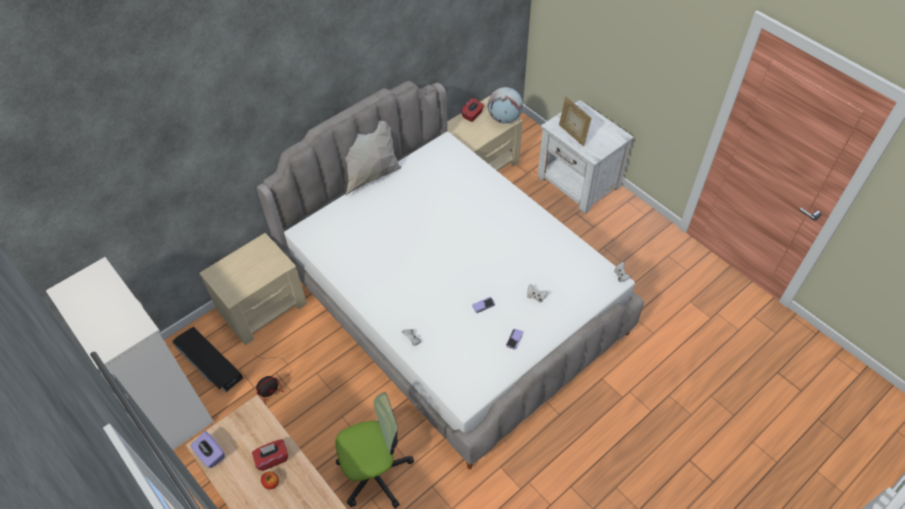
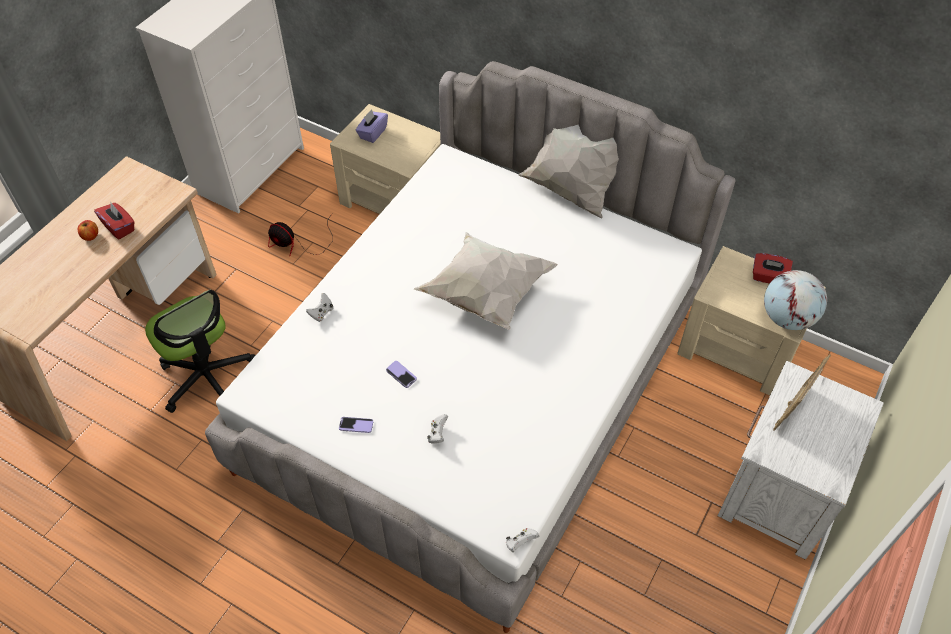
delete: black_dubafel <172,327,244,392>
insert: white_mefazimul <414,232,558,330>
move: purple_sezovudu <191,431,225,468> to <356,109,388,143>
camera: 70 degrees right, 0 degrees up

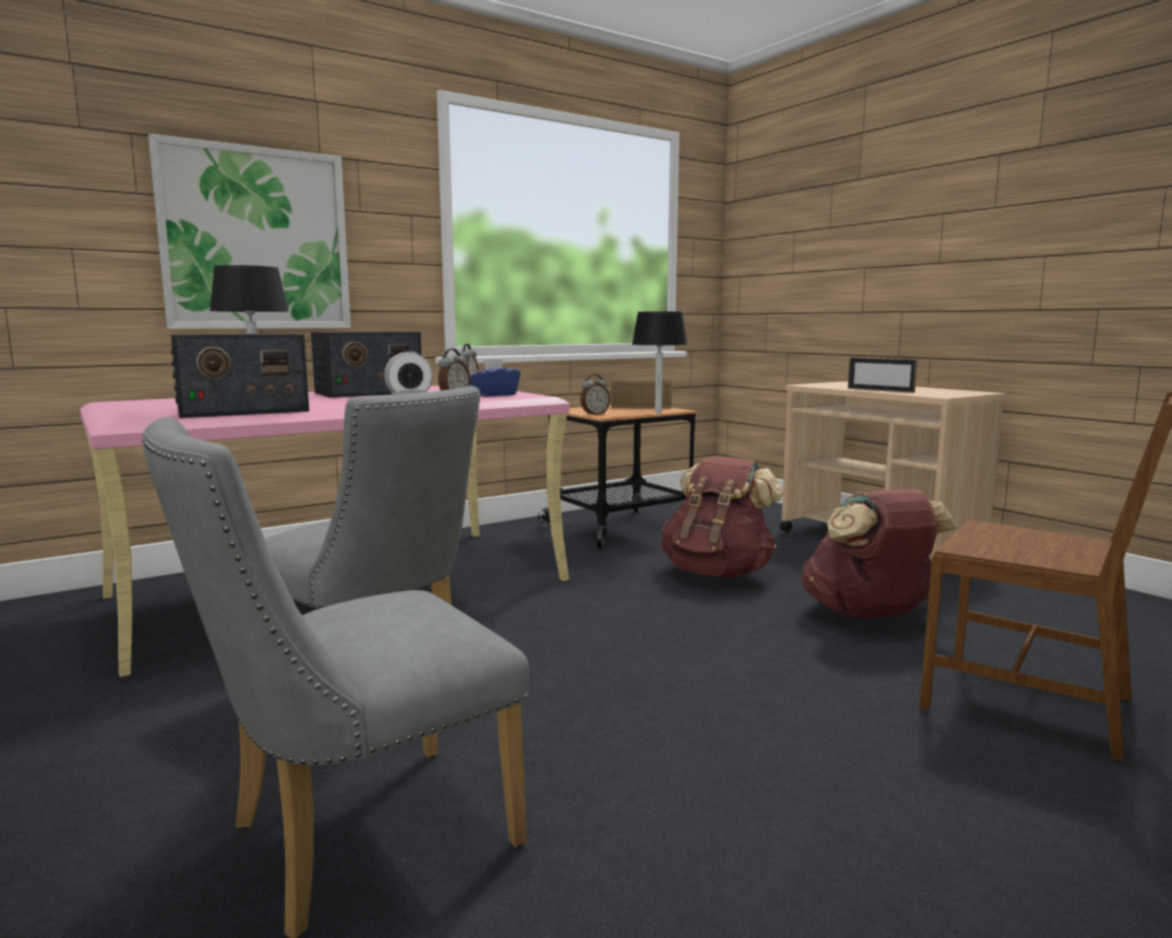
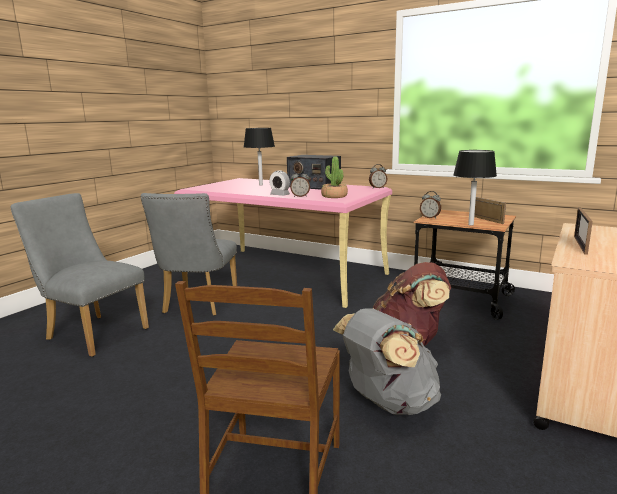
delete: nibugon <148,134,351,329>; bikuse <171,334,309,418>
replace: blue_sezovudu <470,359,521,396> to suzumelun <321,156,348,198>
recolor: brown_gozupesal <801,489,958,619> to grey_gozupesal <333,308,441,415>
camera: 65 degrees right, 5 degrees up

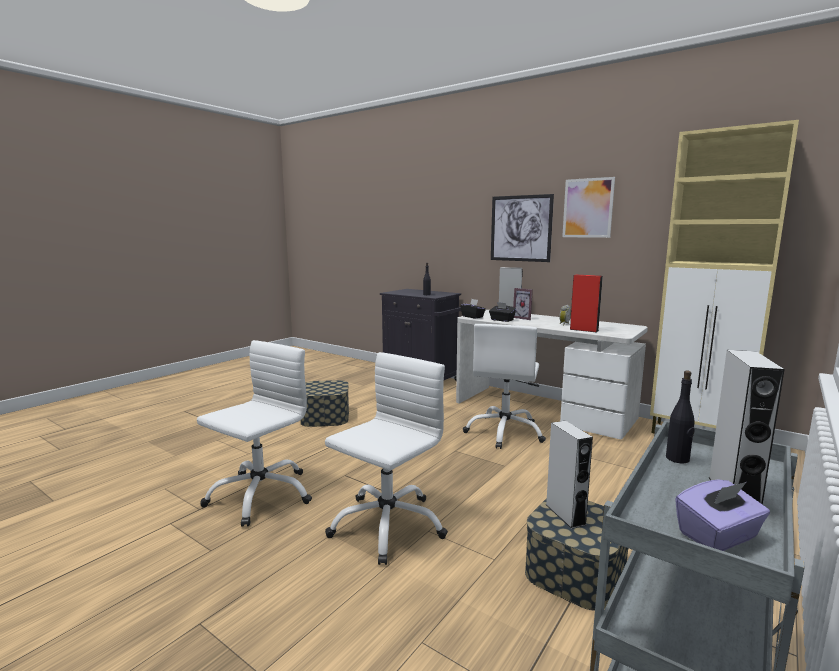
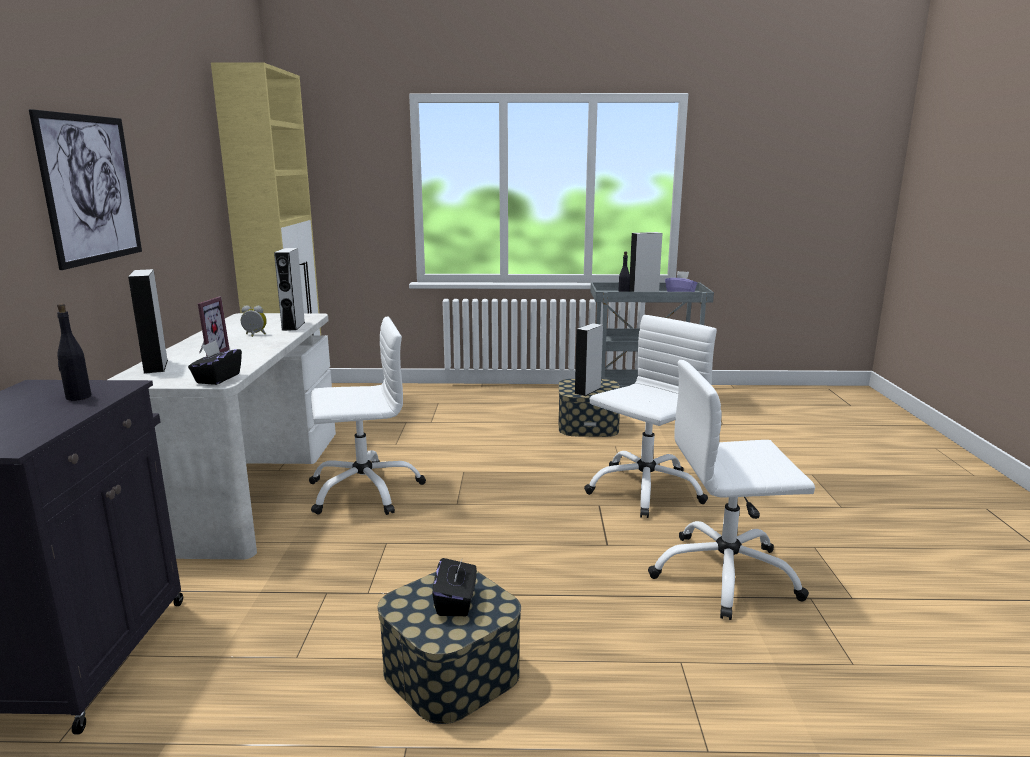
delete: nibugon <562,177,615,238>
move: black_sezovudu <489,302,516,322> to <432,557,477,616>
recolor: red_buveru <570,275,603,333> to grey_buveru <274,248,305,331>
rotate: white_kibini <325,352,448,565> = <584,315,717,518> 135 degrees clockwise
camera: 125 degrees left, 5 degrees up

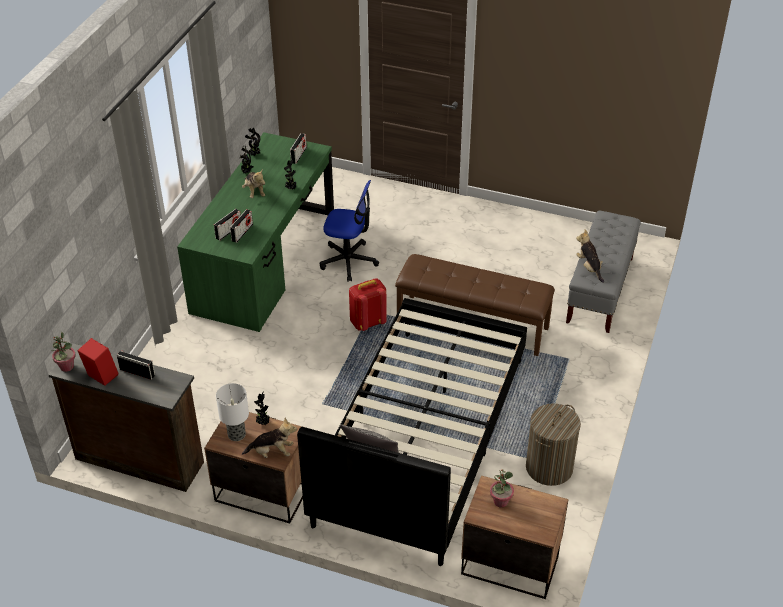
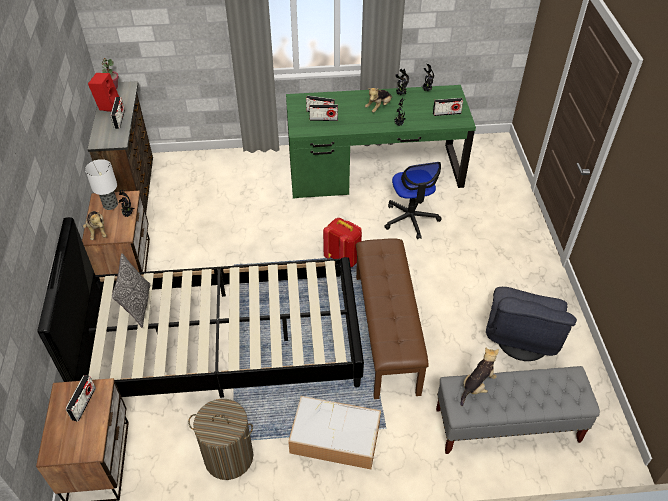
insert: dubafel <288,396,381,469>; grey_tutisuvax <486,287,577,361>
replace: suzumelun <490,470,514,508> to bikuse <65,375,96,421>
camera: 65 degrees right, 5 degrees up

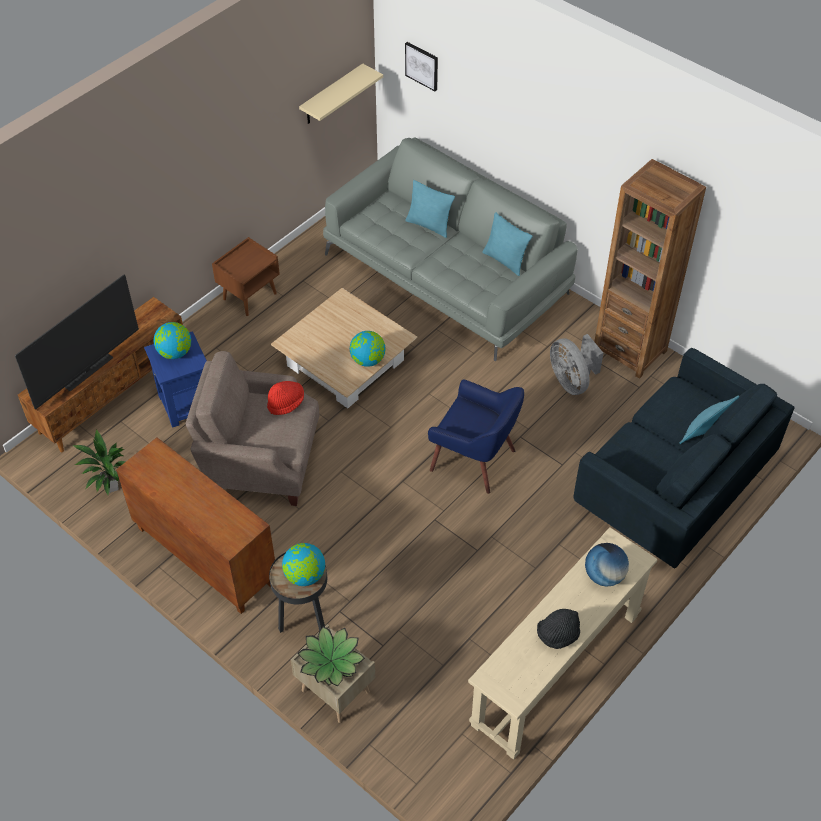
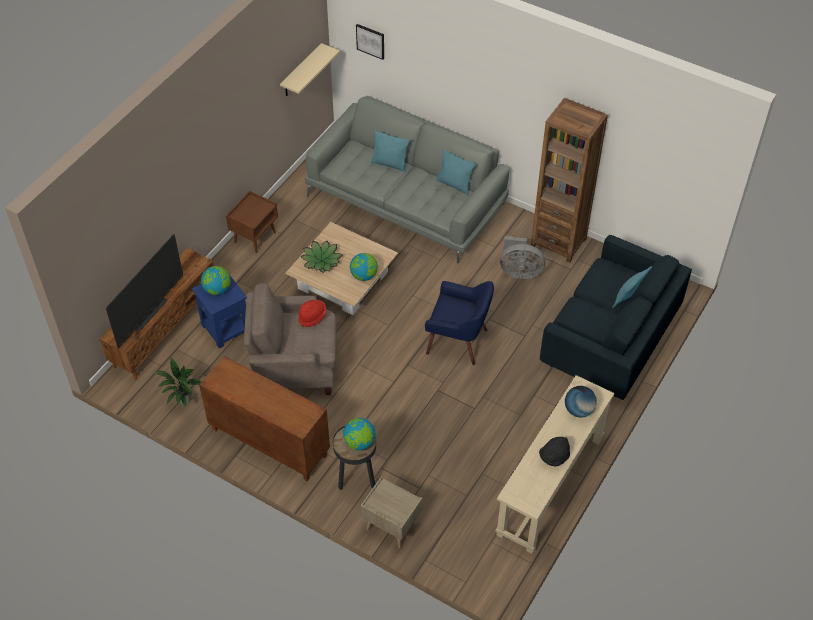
move: suzumelun <298,626,365,687> to <301,241,343,273>
rotate: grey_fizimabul <550,334,603,395> = <500,236,545,279> 45 degrees counterclockwise
camera: 10 degrees left, 0 degrees up

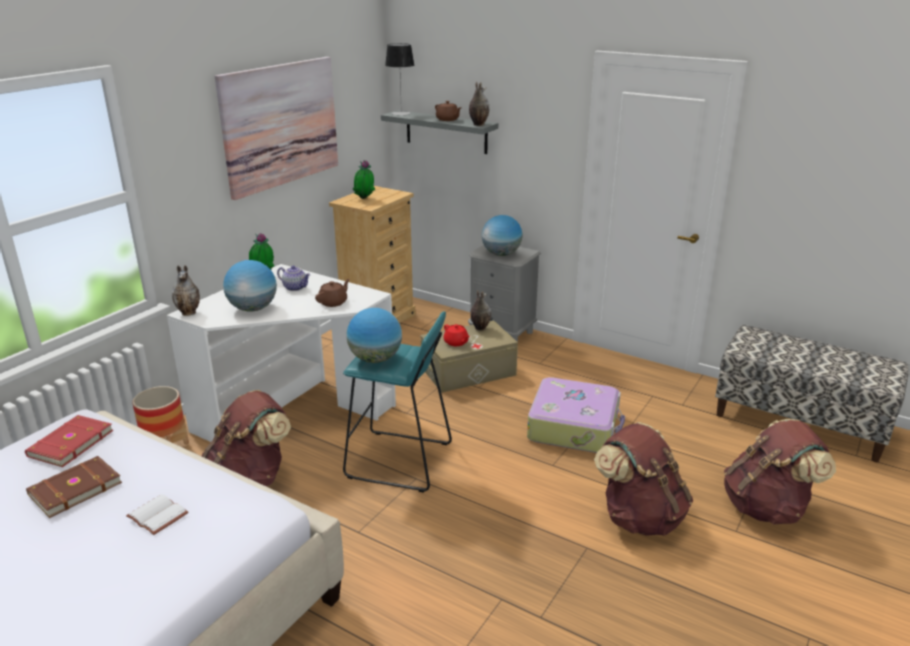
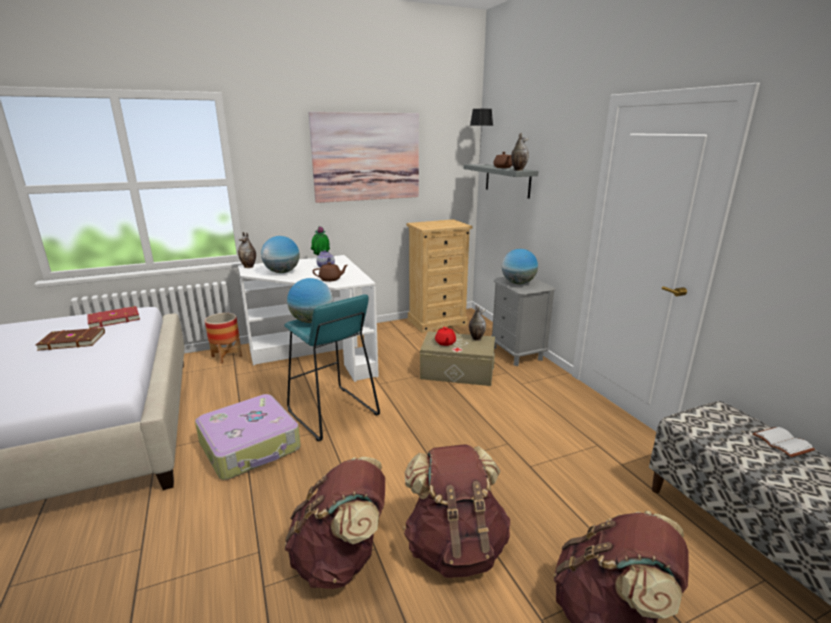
delete: suzumelun <352,160,375,199>
move: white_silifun <126,494,188,535> to <752,427,816,457>; brown_gozupesal <202,390,291,486> to <284,457,385,589>; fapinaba <527,377,625,453> to <195,394,301,480>
camera: 35 degrees right, 5 degrees down

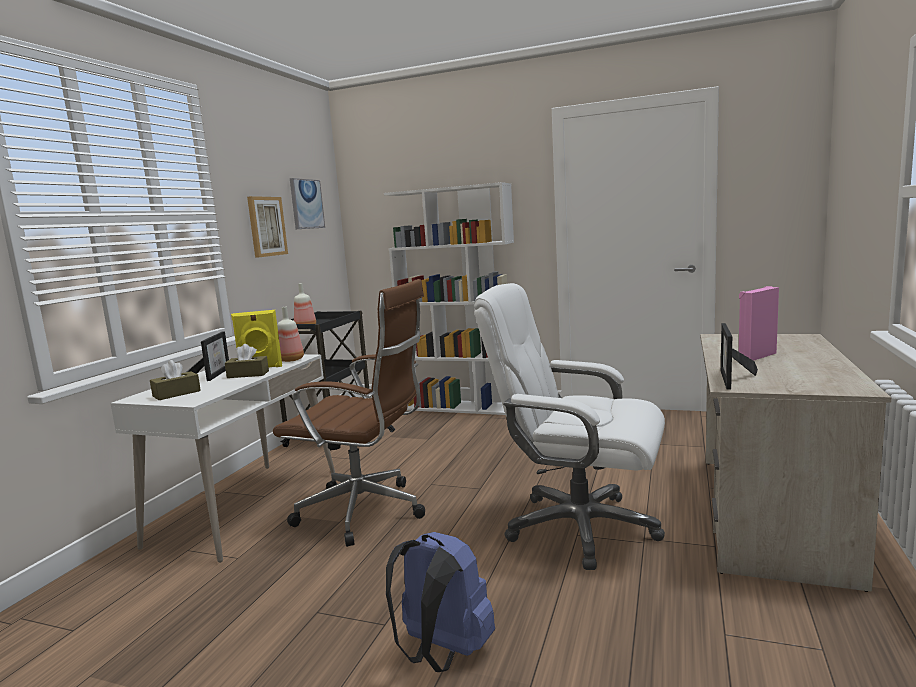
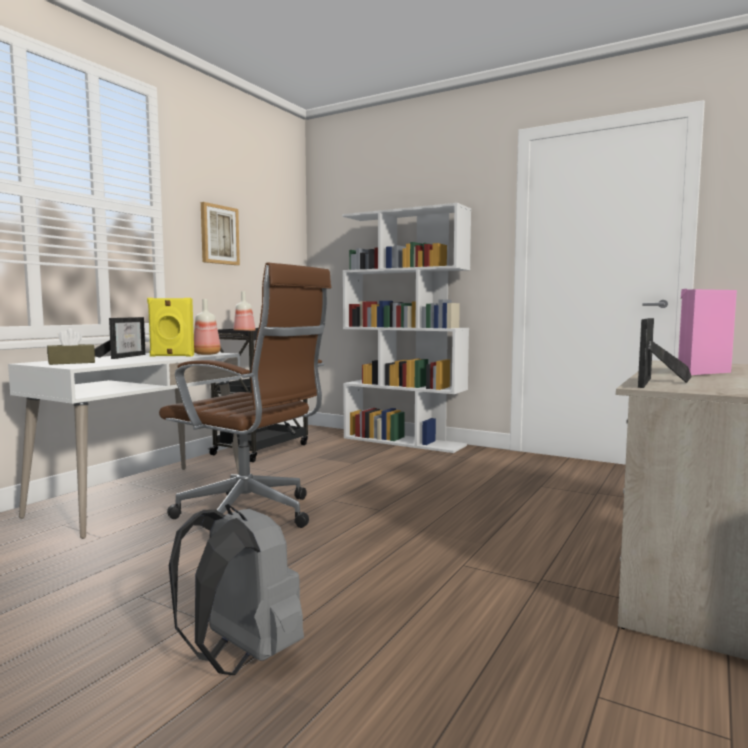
delete: brown_sezovudu <225,344,269,378>; nibugon <290,178,325,229>; white_kibini <473,283,665,570>
recolor: blue_gozupesal <386,532,495,672> to grey_gozupesal <169,504,304,675>
camera: 10 degrees right, 5 degrees down

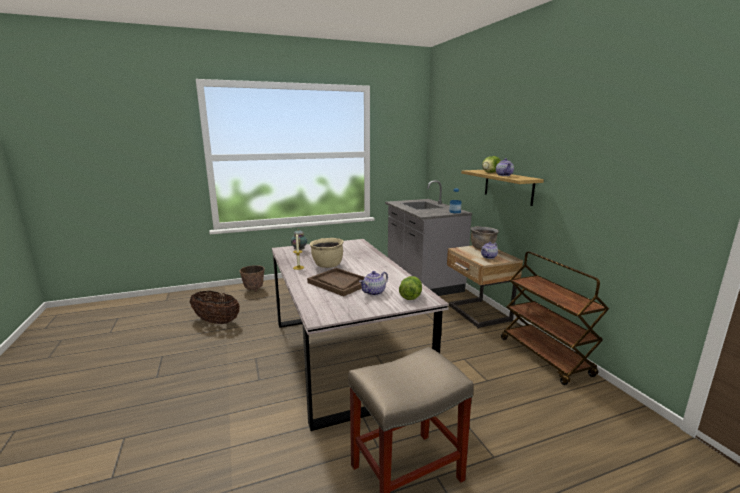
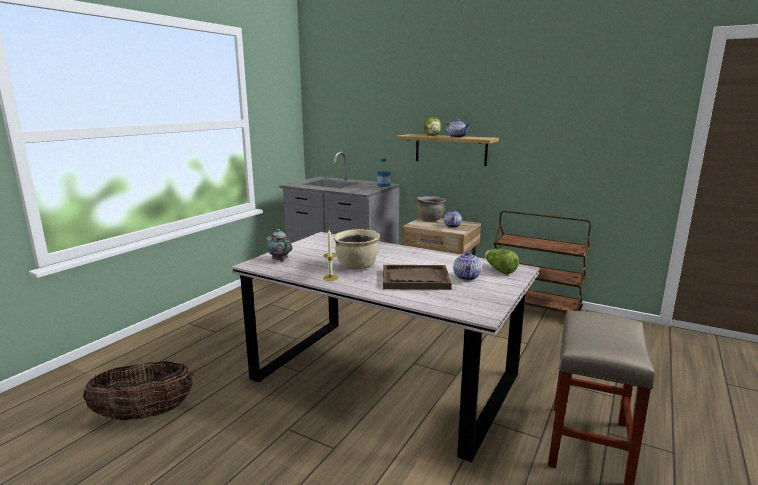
delete: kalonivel <240,265,265,292>
camera: 40 degrees left, 0 degrees up

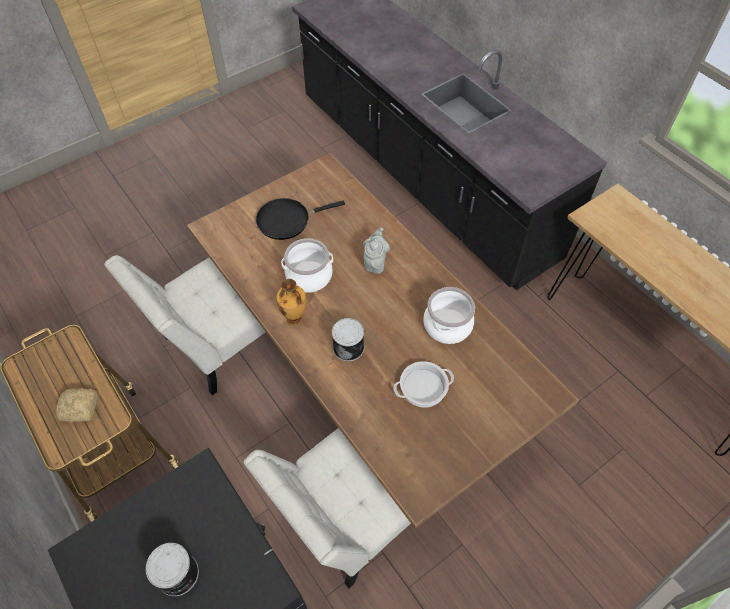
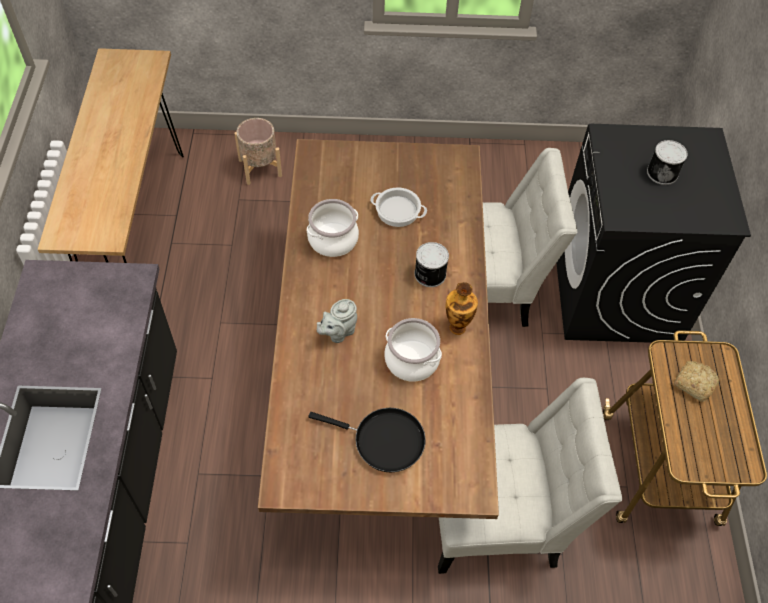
insert: beige_kalonivel <234,118,282,185>
camera: 145 degrees left, 0 degrees up

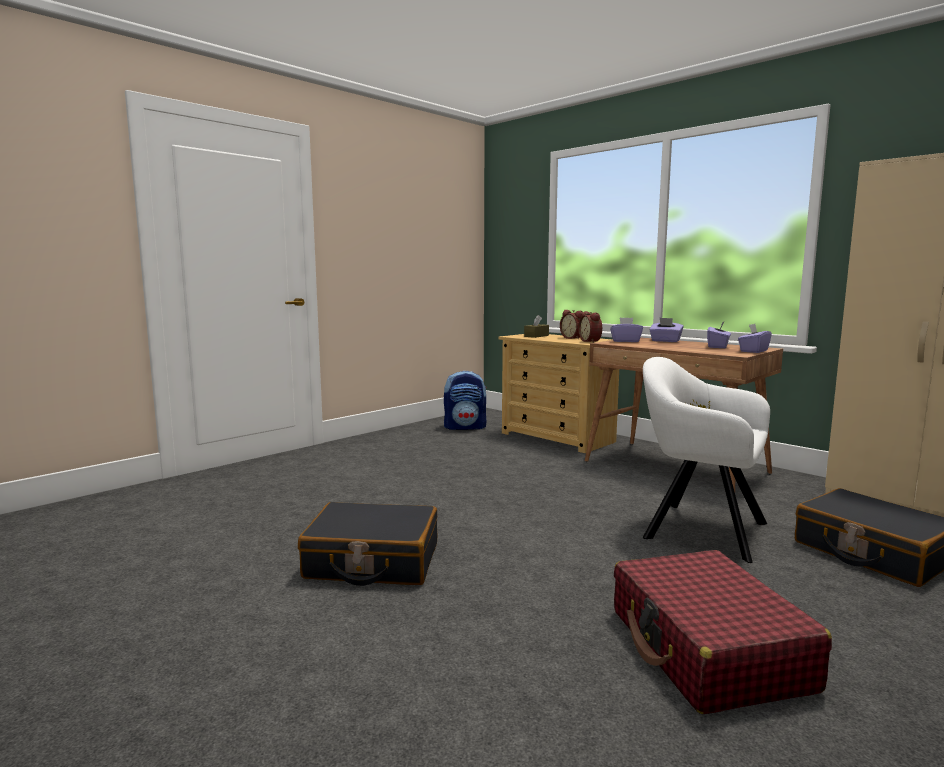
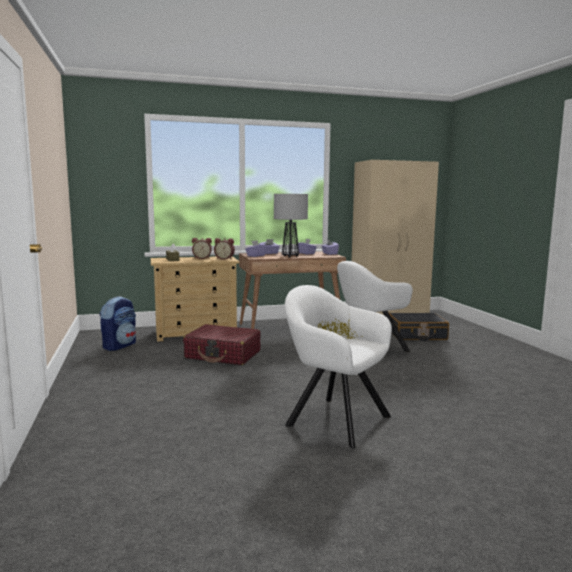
insert: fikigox <274,194,308,258>
move: red_fapinaba <614,550,832,714> to <183,324,261,365>
replace: black_fapinaba <298,502,437,586> to white_tutisuvax <285,285,392,449>
camera: 60 degrees left, 0 degrees up

